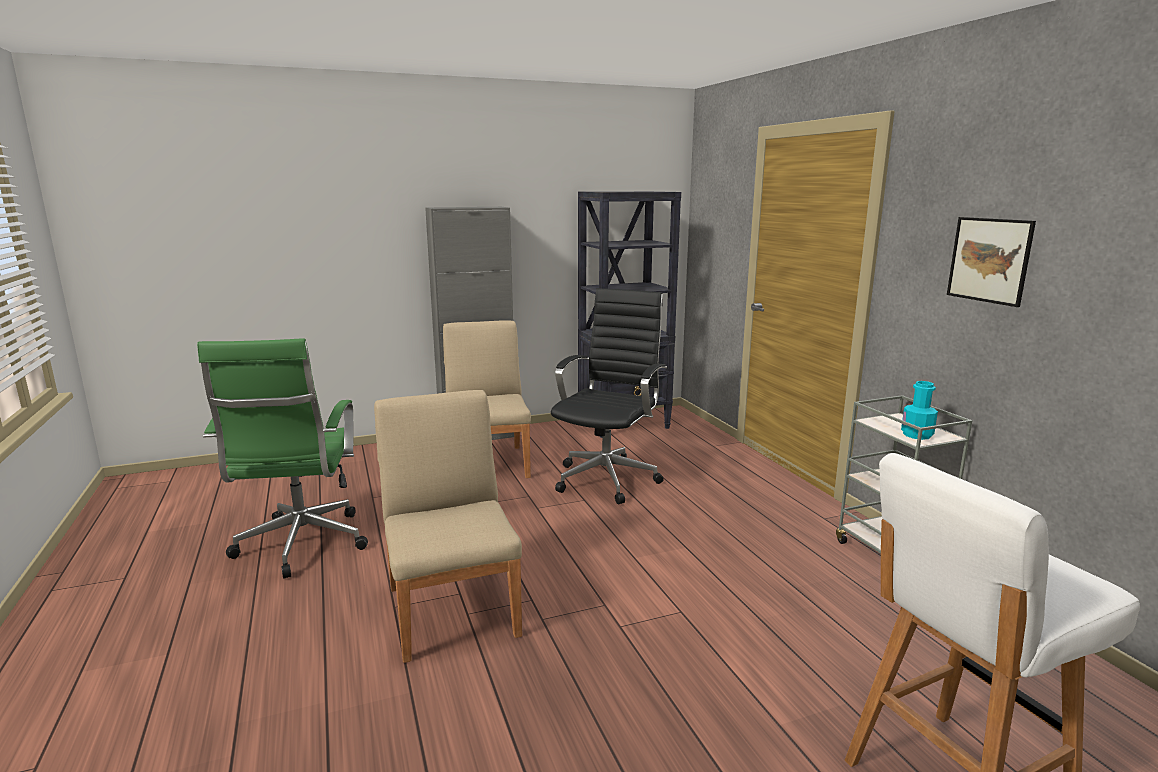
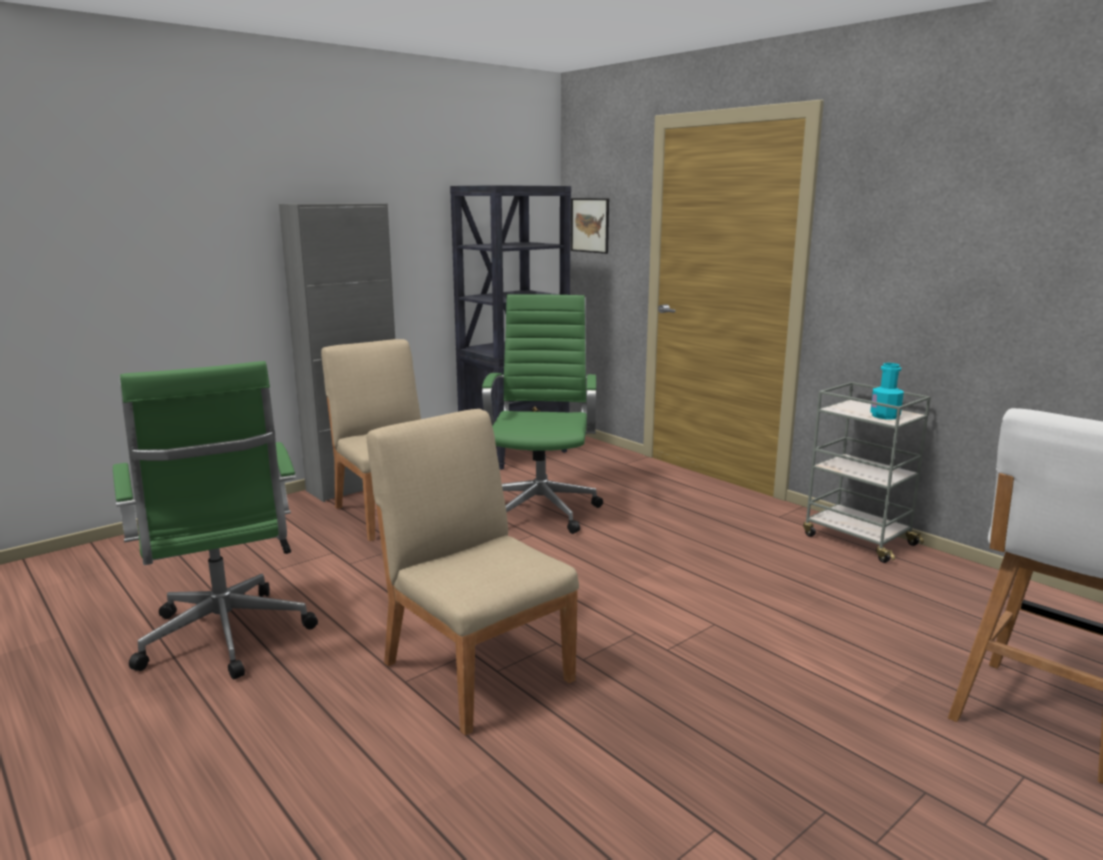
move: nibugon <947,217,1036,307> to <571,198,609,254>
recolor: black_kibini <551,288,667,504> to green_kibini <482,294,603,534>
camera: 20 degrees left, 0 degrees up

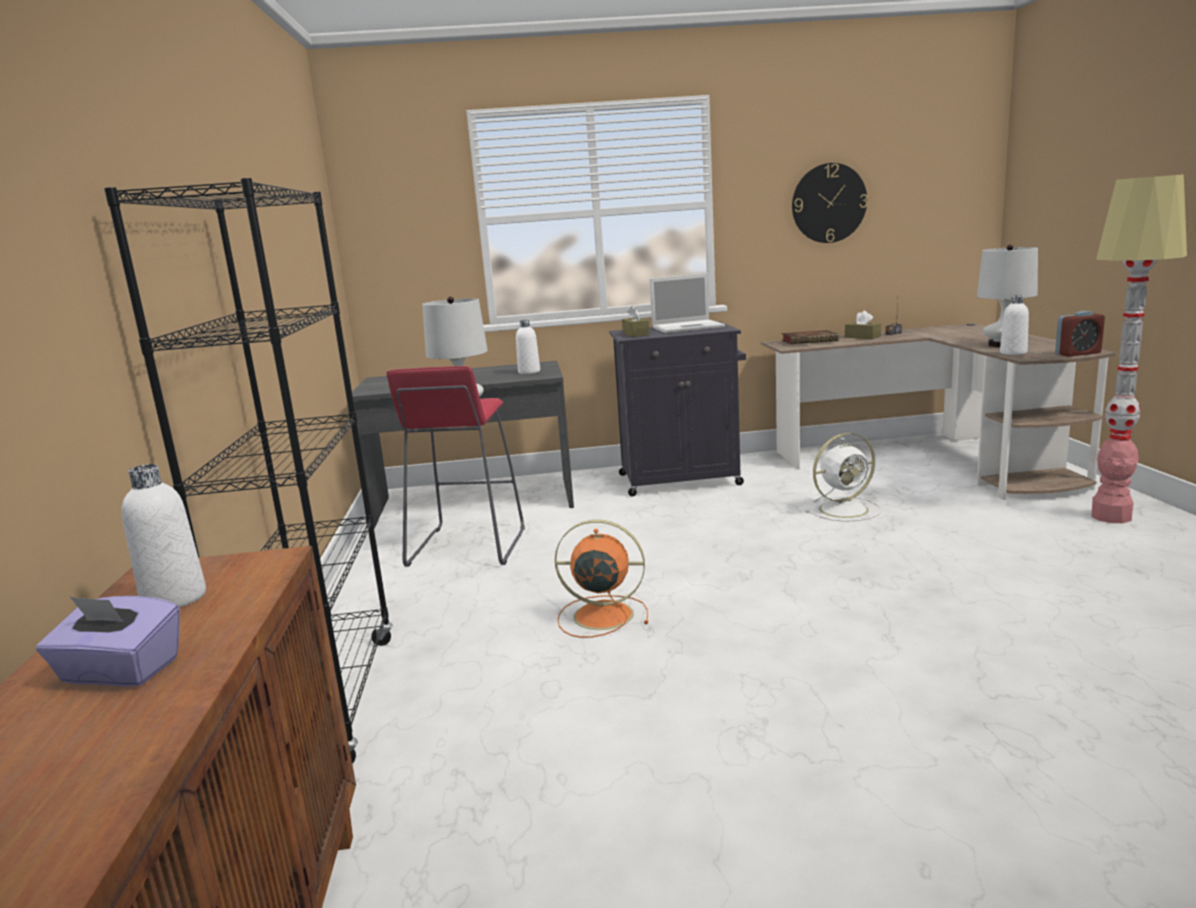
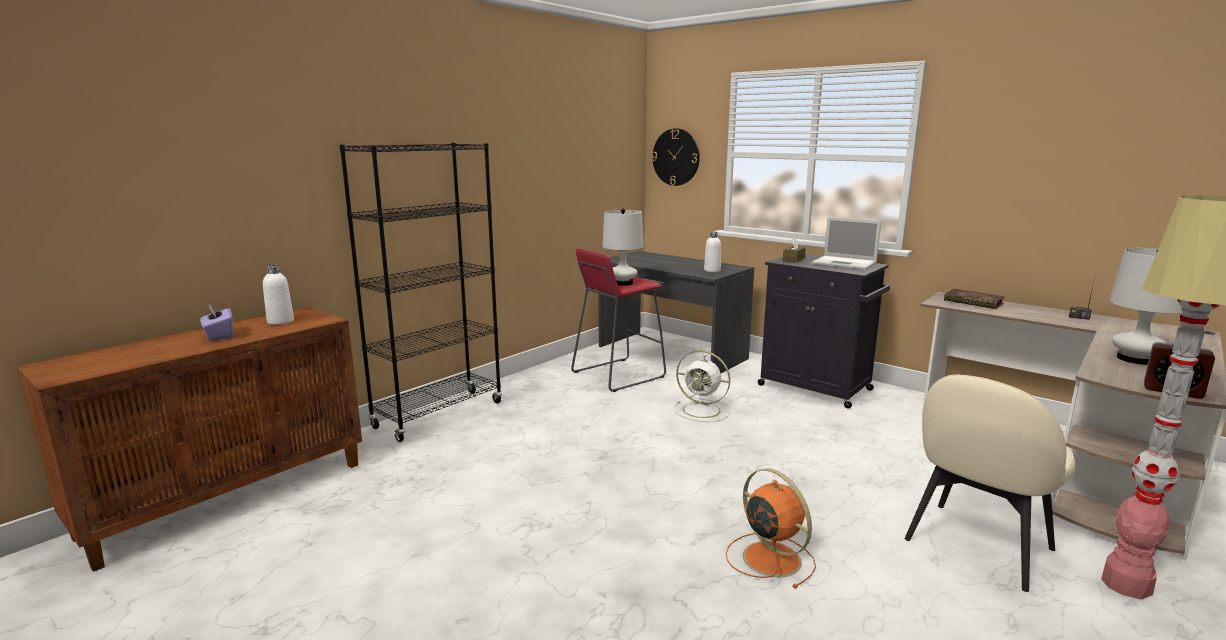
delete: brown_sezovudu <845,311,881,339>; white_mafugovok <1000,295,1029,355>
insert: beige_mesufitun <905,375,1076,592>
move: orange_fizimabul <555,520,648,638> to <726,468,816,589>; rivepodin <792,163,868,243> to <652,128,700,186>; white_fizimabul <805,433,882,522> to <674,350,731,422>
camera: 45 degrees right, 0 degrees up

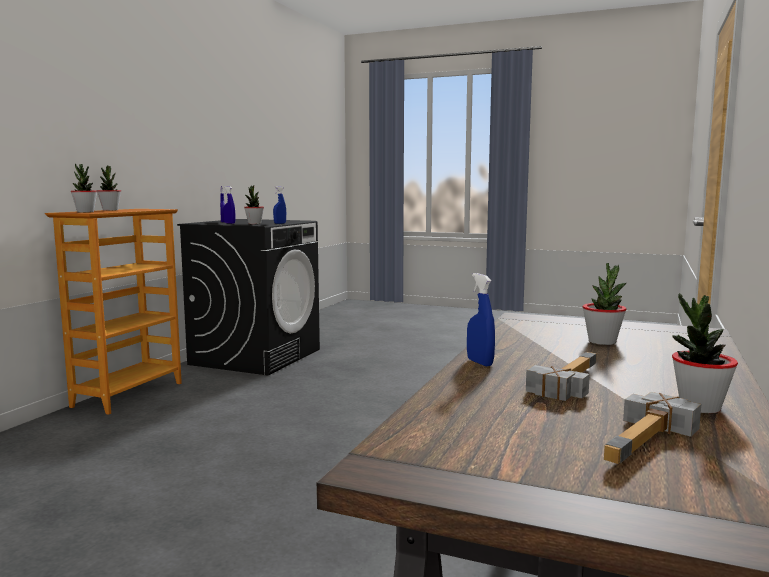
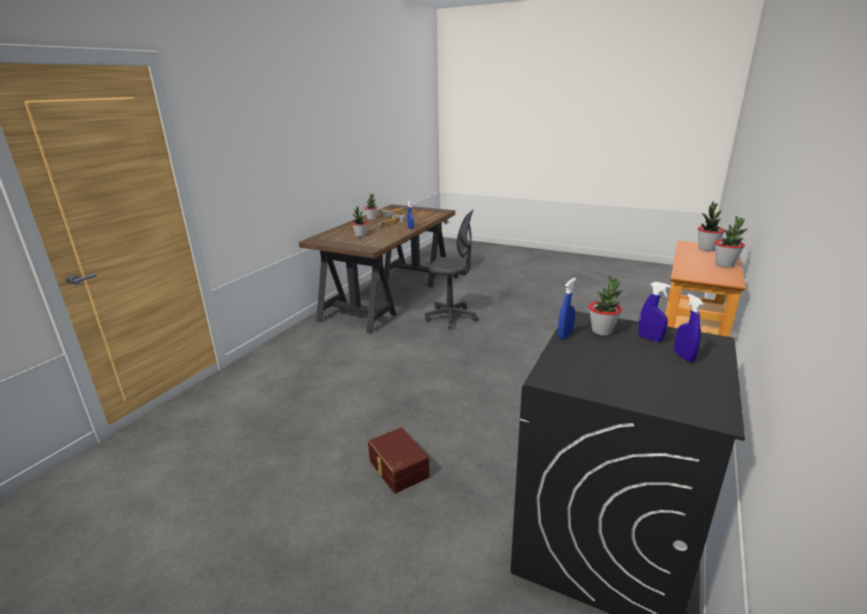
insert: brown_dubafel <368,427,430,494>; grey_kibini <425,210,478,329>
camera: 175 degrees left, 15 degrees up

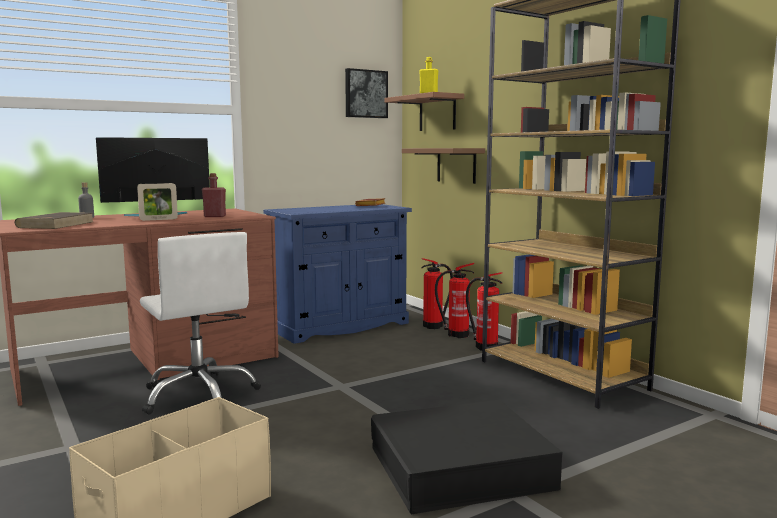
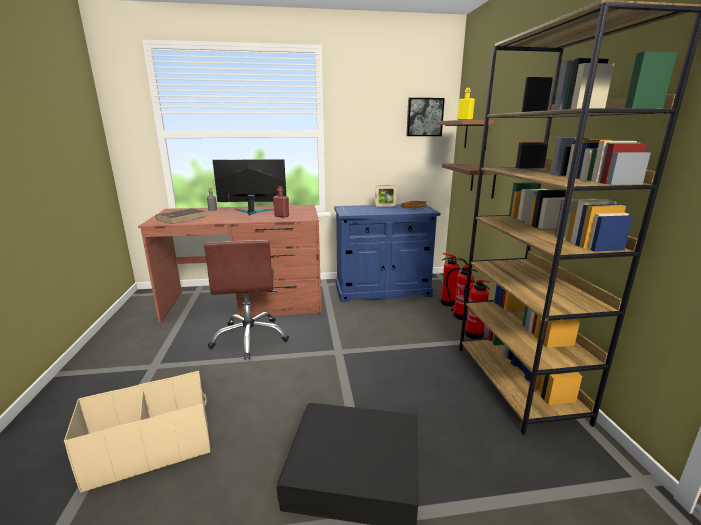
move: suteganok <137,183,178,221> to <375,185,397,207>
recolor: white_kibini <140,232,261,414> to brown_kibini <204,240,289,360>
camera: 25 degrees right, 10 degrees up

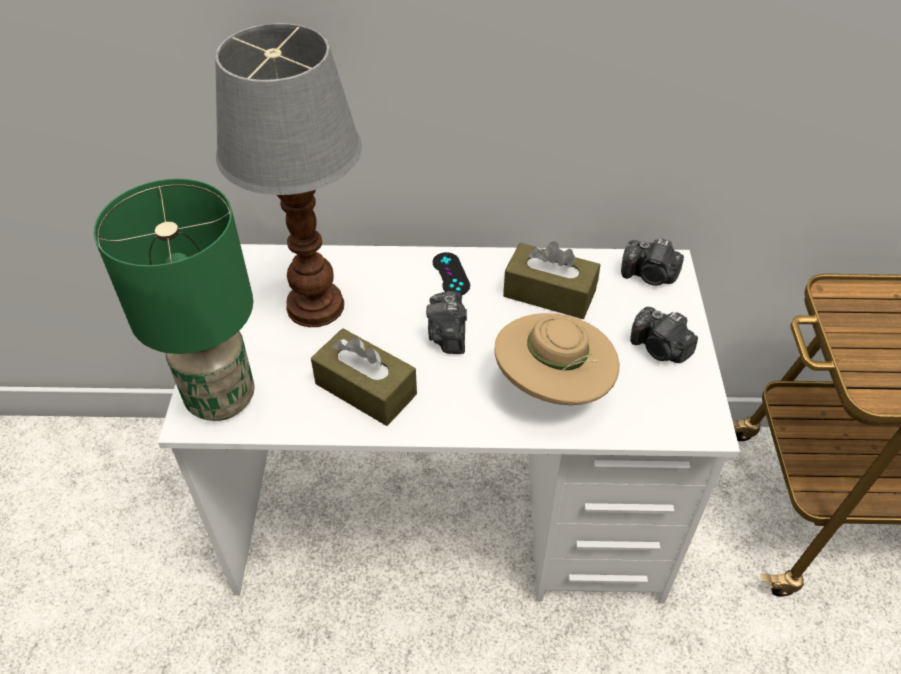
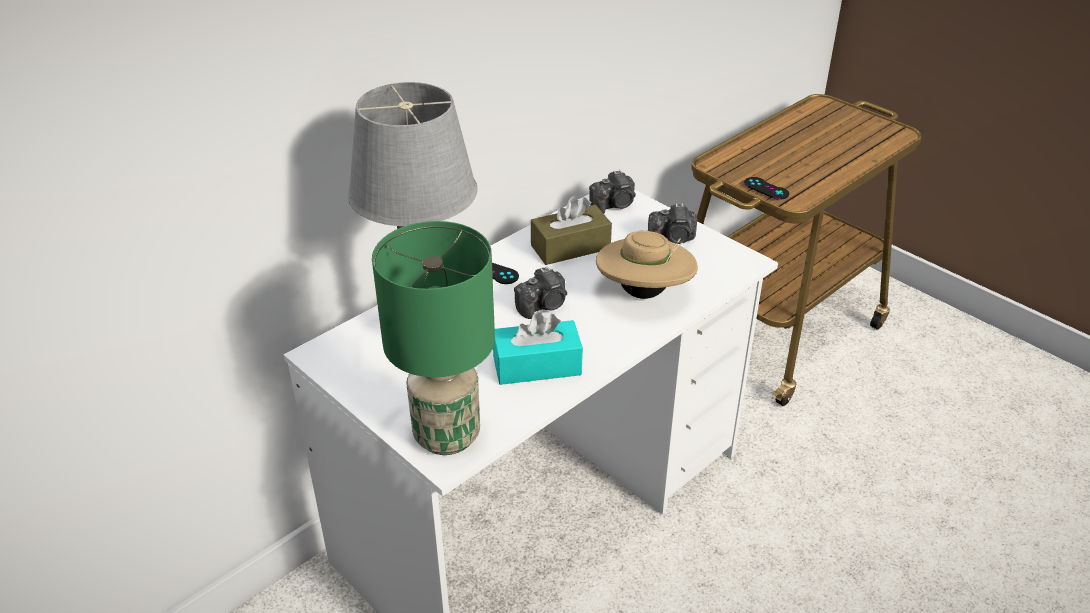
insert: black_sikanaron <744,177,789,200>
recolor: brown_sezovudu <311,328,417,426> to turquoise_sezovudu <493,312,583,385>
rotate: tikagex <426,291,467,354> = <514,266,567,319> 75 degrees counterclockwise
camera: 45 degrees left, 10 degrees down

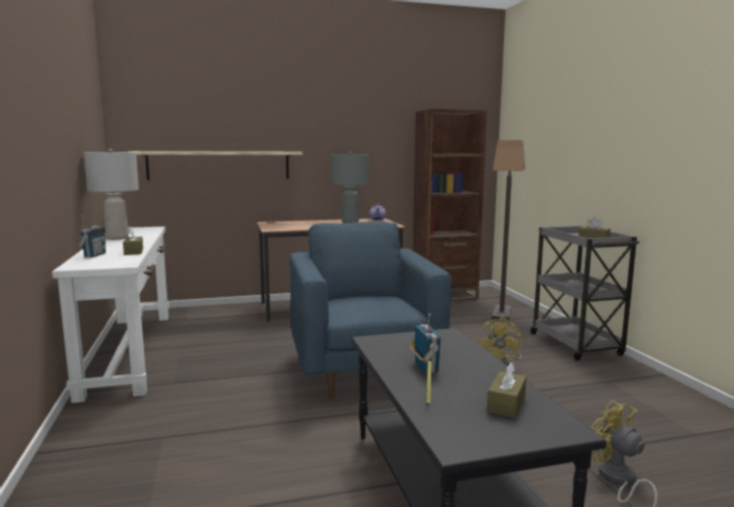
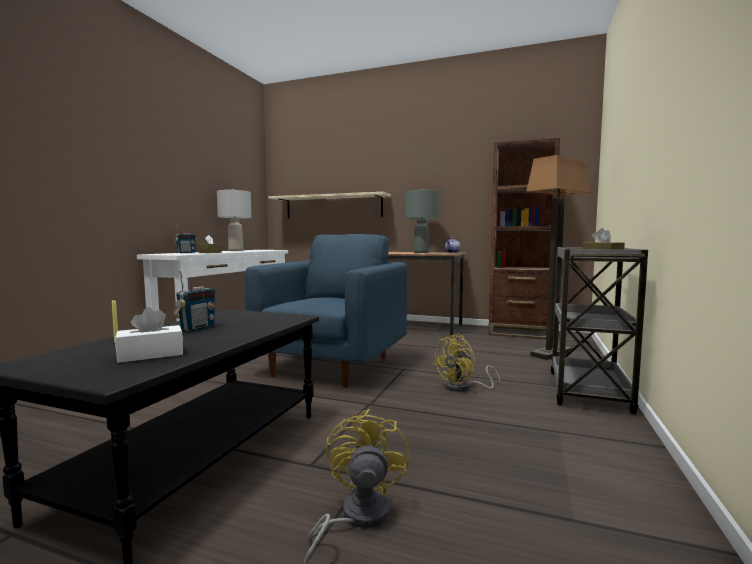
recolor: brown_sezovudu <487,362,527,418> to white_sezovudu <115,307,183,363>
camera: 35 degrees right, 5 degrees down

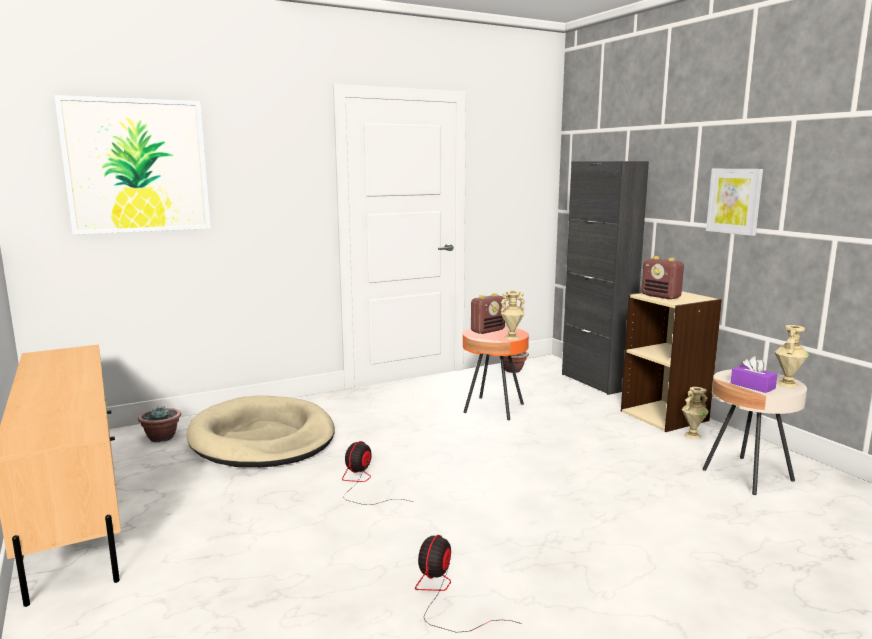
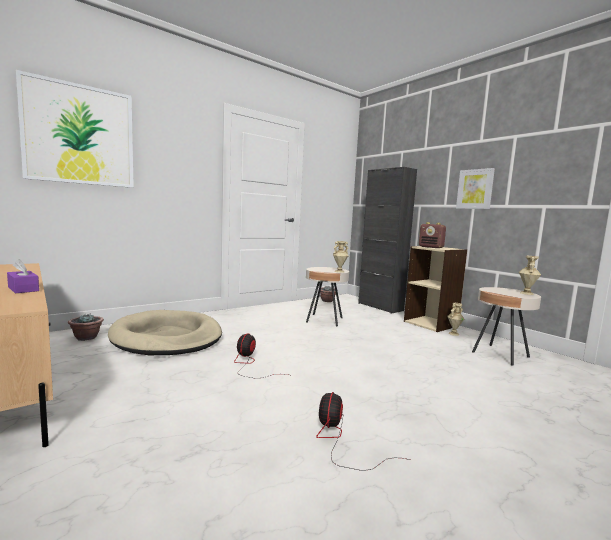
delete: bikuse <471,293,506,334>
move: purple_sezovudu <731,356,778,393> to <7,259,39,294>
recolor: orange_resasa <463,327,529,420> to beige_resasa <306,267,349,326>
camera: 10 degrees left, 5 degrees down

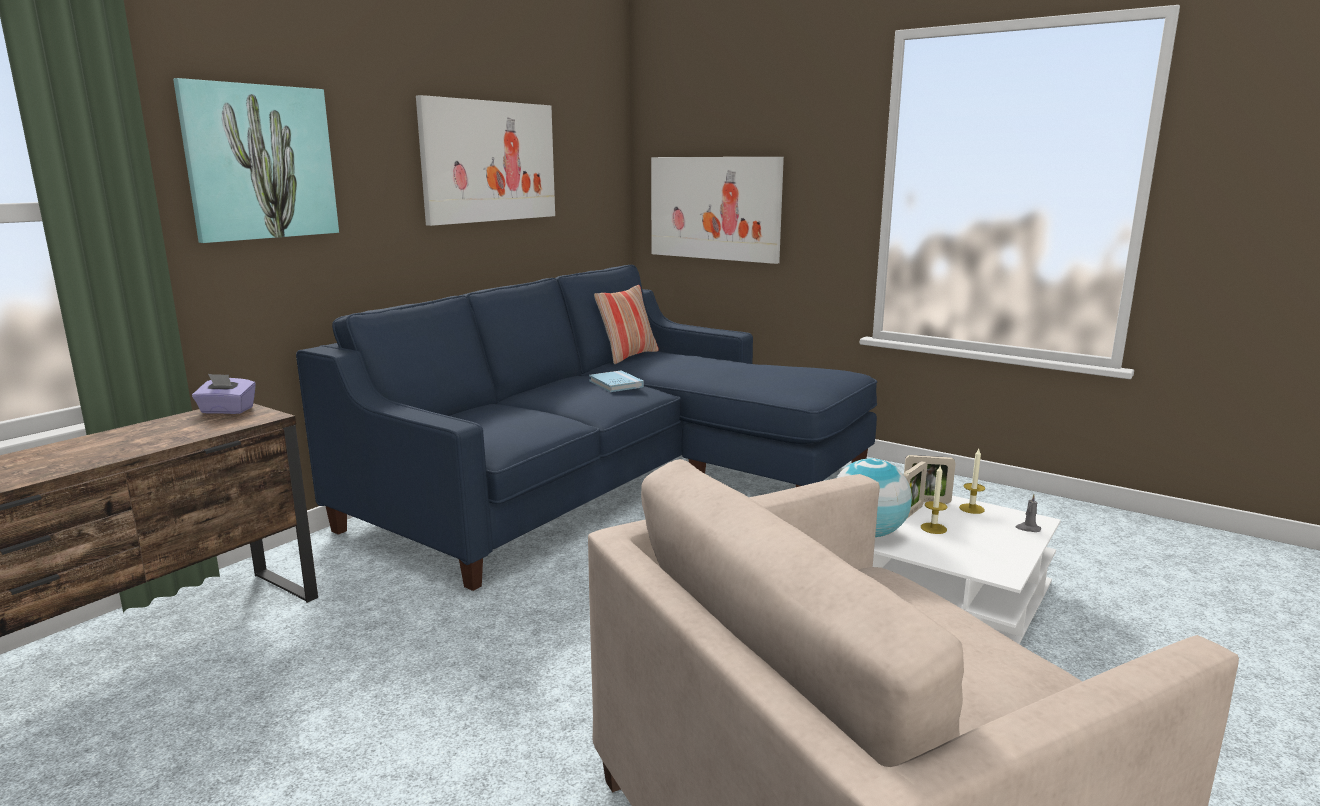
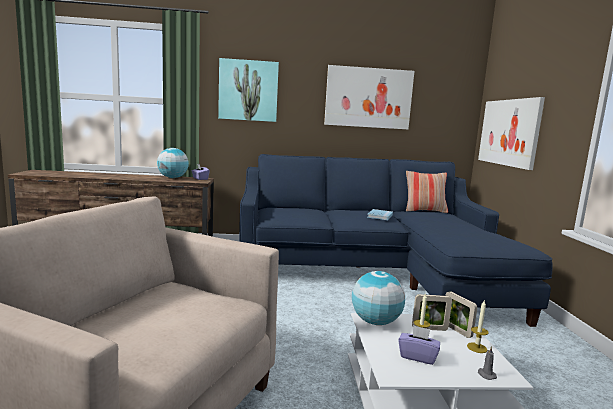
insert: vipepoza <157,148,189,178>; purple_sezovudu <398,325,440,365>
camera: 50 degrees right, 5 degrees down

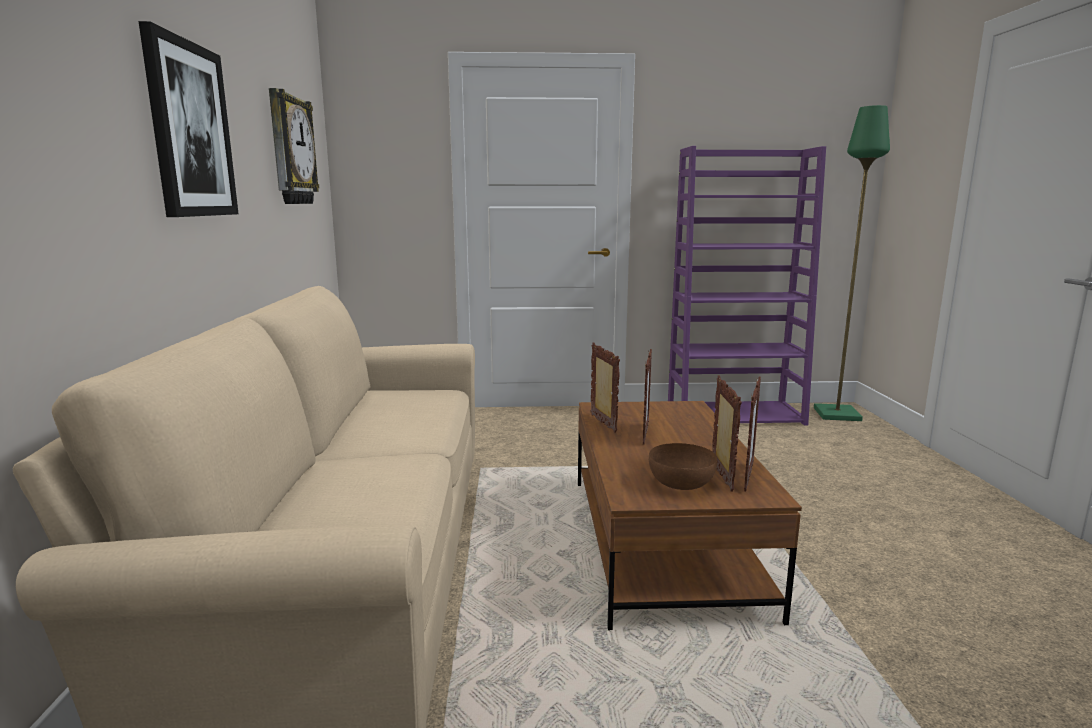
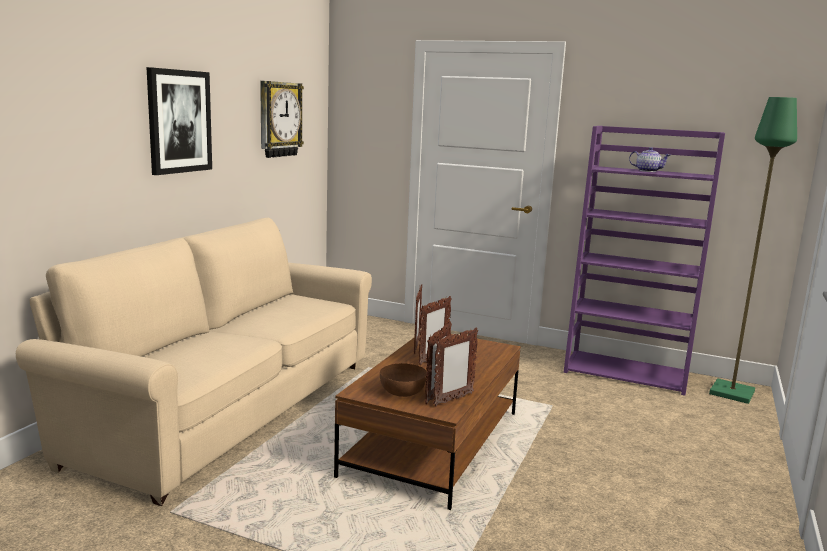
insert: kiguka <629,147,670,172>
camera: 25 degrees right, 0 degrees up

